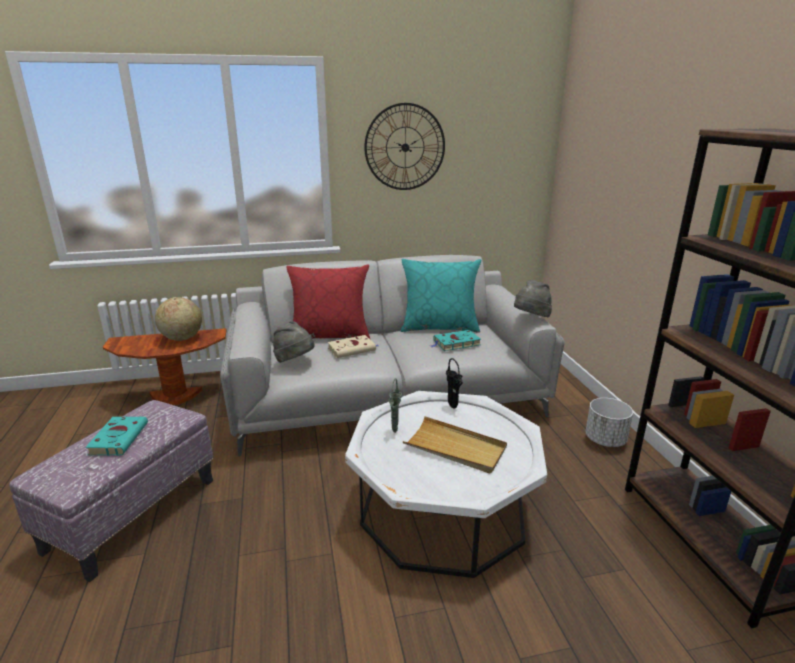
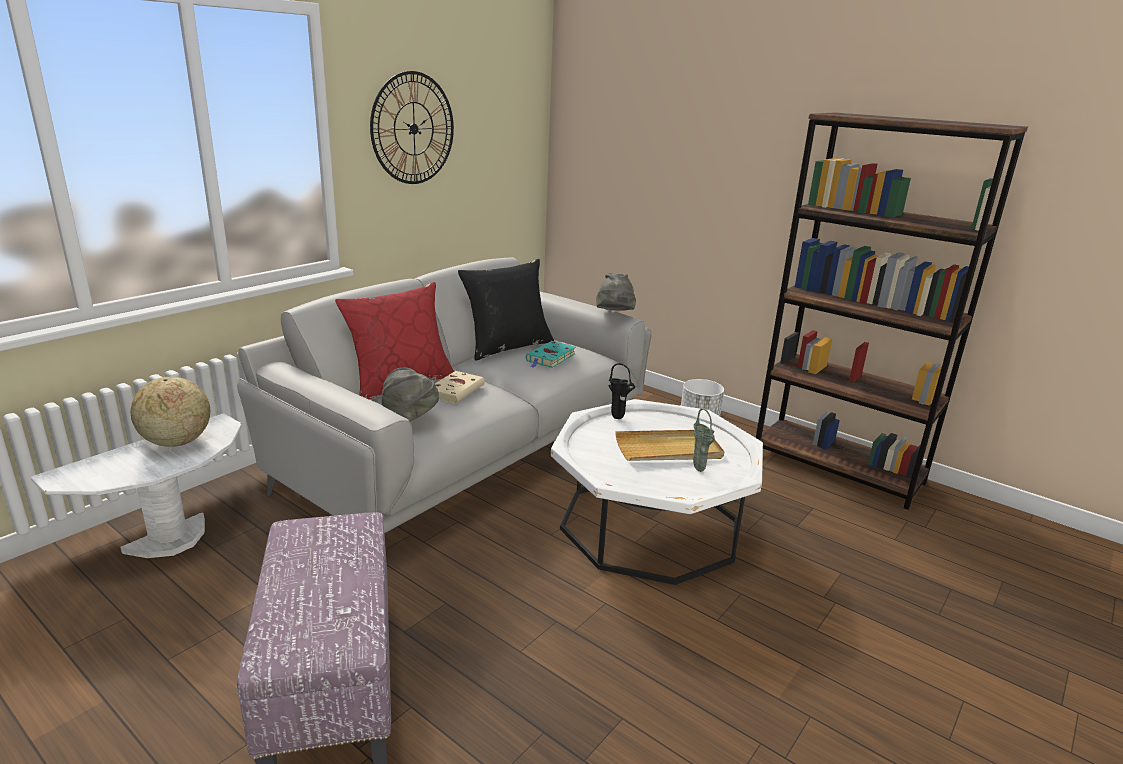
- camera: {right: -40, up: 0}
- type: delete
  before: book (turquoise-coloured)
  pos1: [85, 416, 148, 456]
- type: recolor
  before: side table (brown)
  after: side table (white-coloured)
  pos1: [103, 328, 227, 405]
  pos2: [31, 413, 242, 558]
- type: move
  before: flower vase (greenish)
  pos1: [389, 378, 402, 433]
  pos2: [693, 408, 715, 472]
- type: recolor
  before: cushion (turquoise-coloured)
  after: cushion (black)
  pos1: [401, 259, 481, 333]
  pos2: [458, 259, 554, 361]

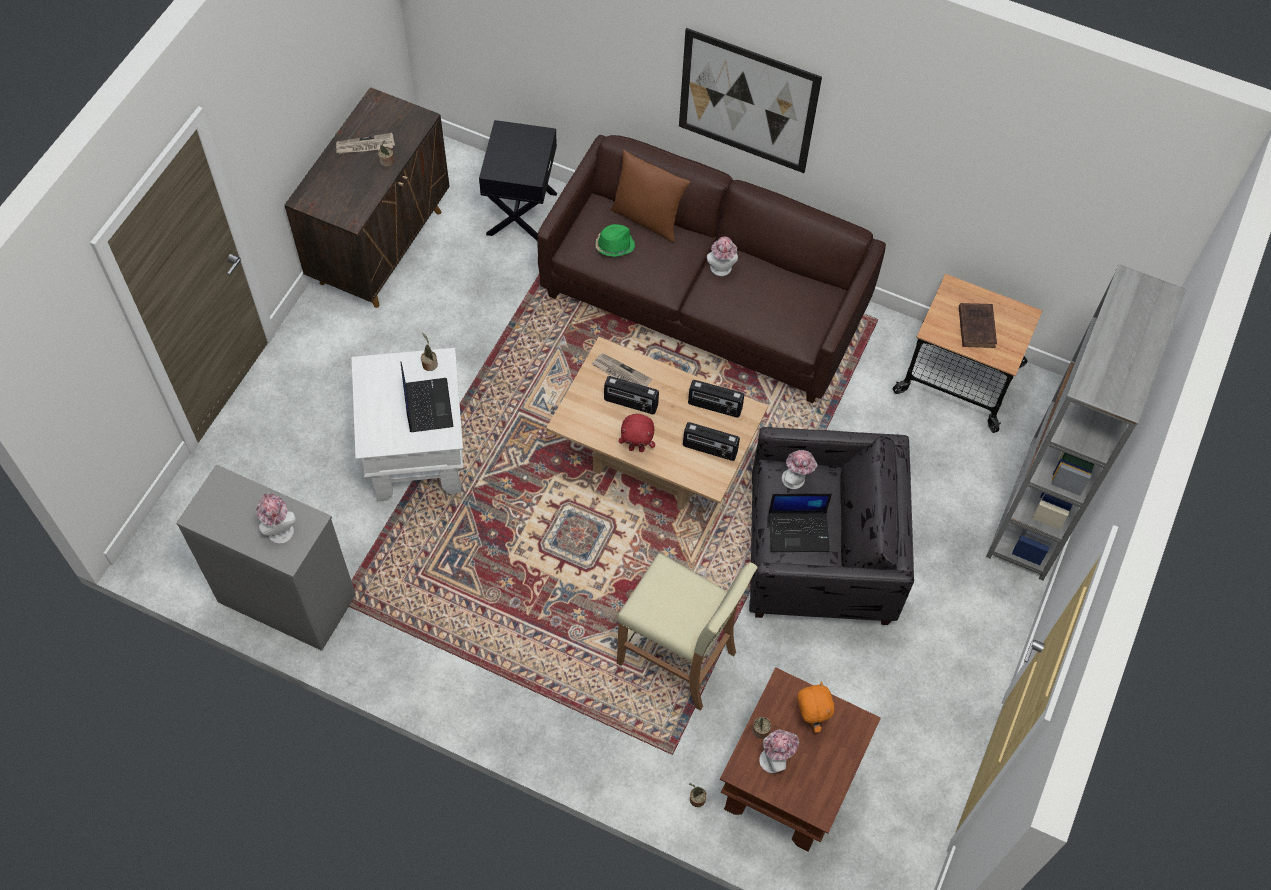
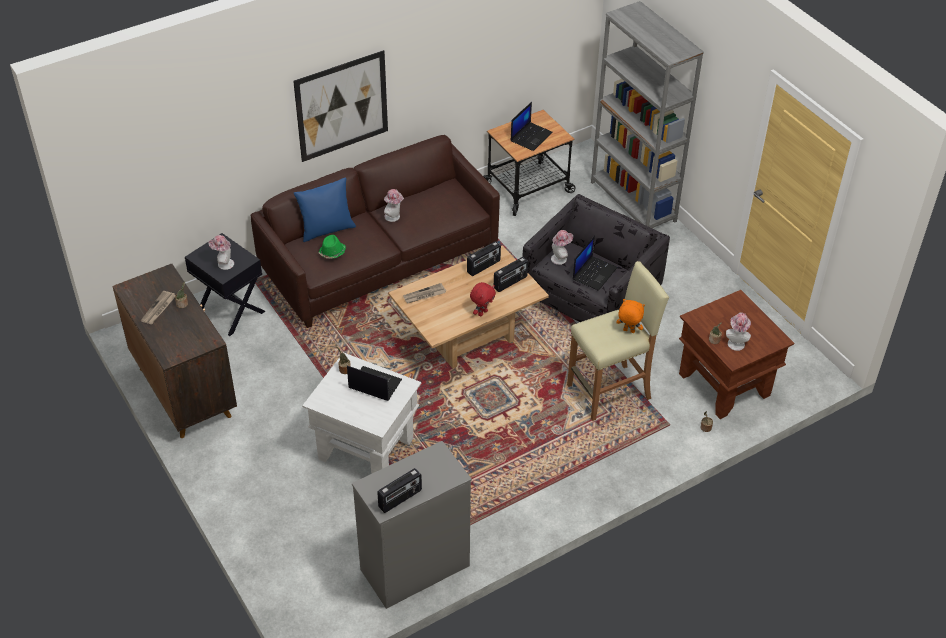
- camera: {right: -55, up: -15}
- type: move
  before: hat
  pos1: [256, 493, 296, 544]
  pos2: [208, 235, 234, 270]
- type: move
  before: radio receiver
  pos1: [604, 376, 659, 414]
  pos2: [377, 468, 422, 513]
- type: recolor
  before: cushion (brown)
  after: cushion (blue-coloured)
  pos1: [610, 149, 690, 243]
  pos2: [294, 177, 356, 242]
- type: move
  before: soft toy (orangey)
  pos1: [797, 682, 834, 733]
  pos2: [616, 299, 645, 333]
- type: replace
  before: book (brown)
  after: laptop
  pos1: [959, 303, 997, 348]
  pos2: [511, 102, 553, 151]

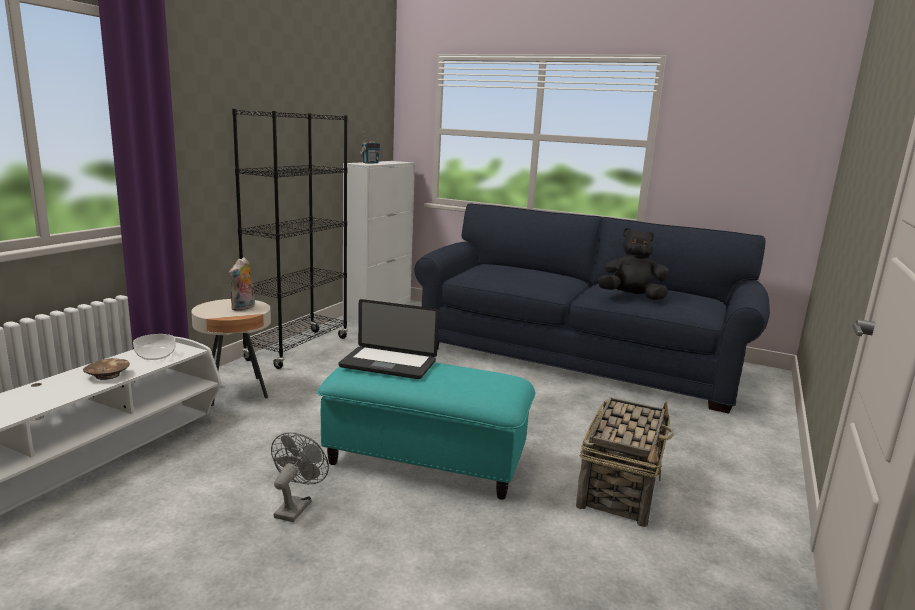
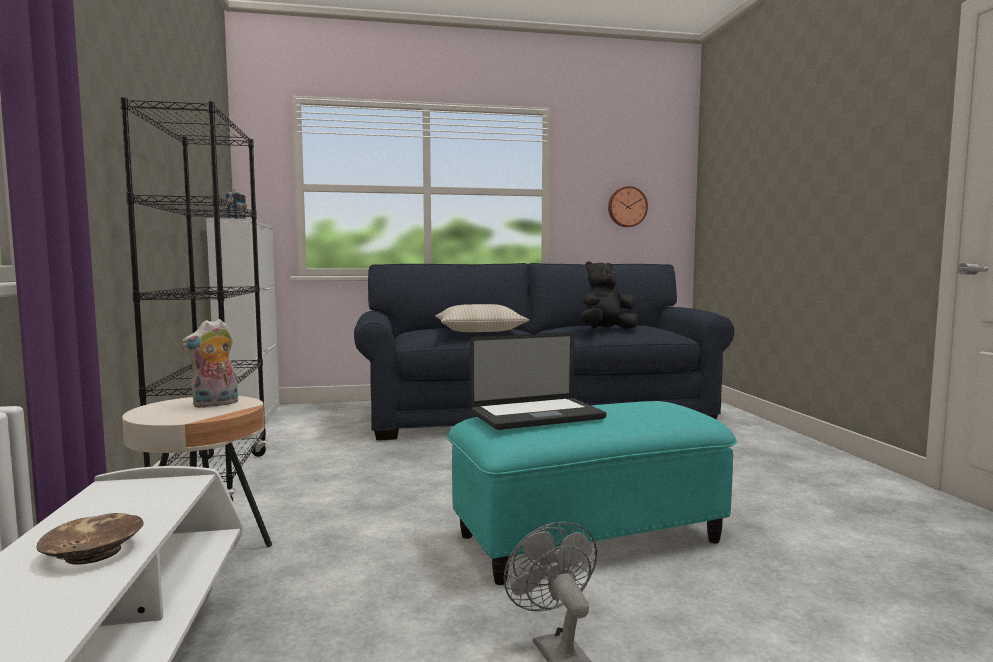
- camera: {right: -35, up: -10}
- type: delete
  before: deep dish
  pos1: [133, 334, 176, 360]
- type: rotate
  before: soft toy
  pos1: [229, 257, 255, 311]
  pos2: [181, 319, 238, 408]
  turn: 60
- type: delete
  before: basket
  pos1: [576, 397, 674, 527]
- type: insert
  after: cushion (beige-coloured)
  pos2: [435, 304, 529, 332]
- type: insert
  after: clock on the wall
  pos2: [608, 186, 648, 227]

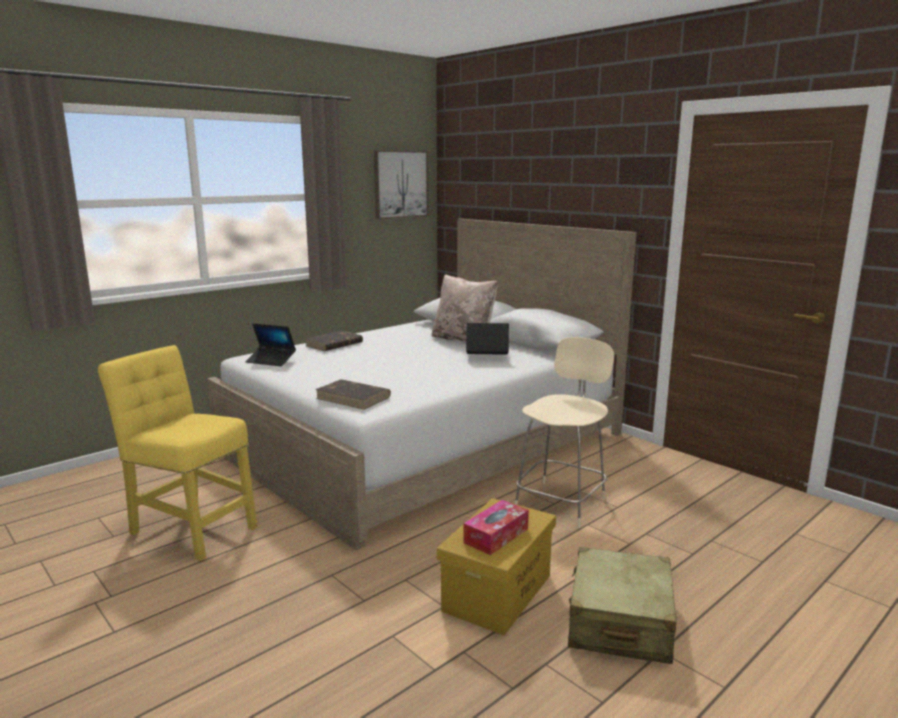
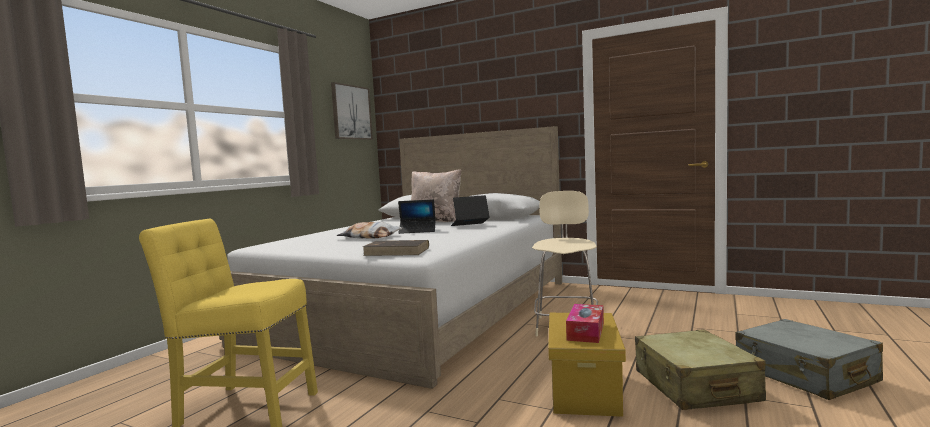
- camera: {right: -20, up: -10}
- type: move
  before: laptop
  pos1: [246, 323, 296, 366]
  pos2: [398, 199, 436, 234]
- type: delete
  before: book (brown)
  pos1: [306, 331, 363, 351]
- type: insert
  after: cushion
  pos2: [337, 222, 402, 239]
- type: insert
  after: suitcase (greyish)
  pos2: [735, 319, 883, 400]

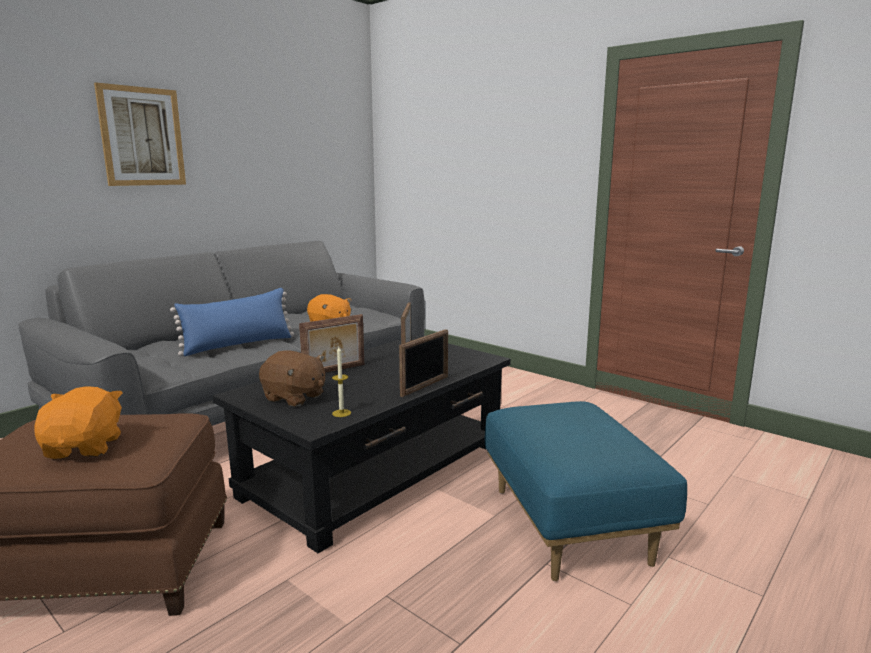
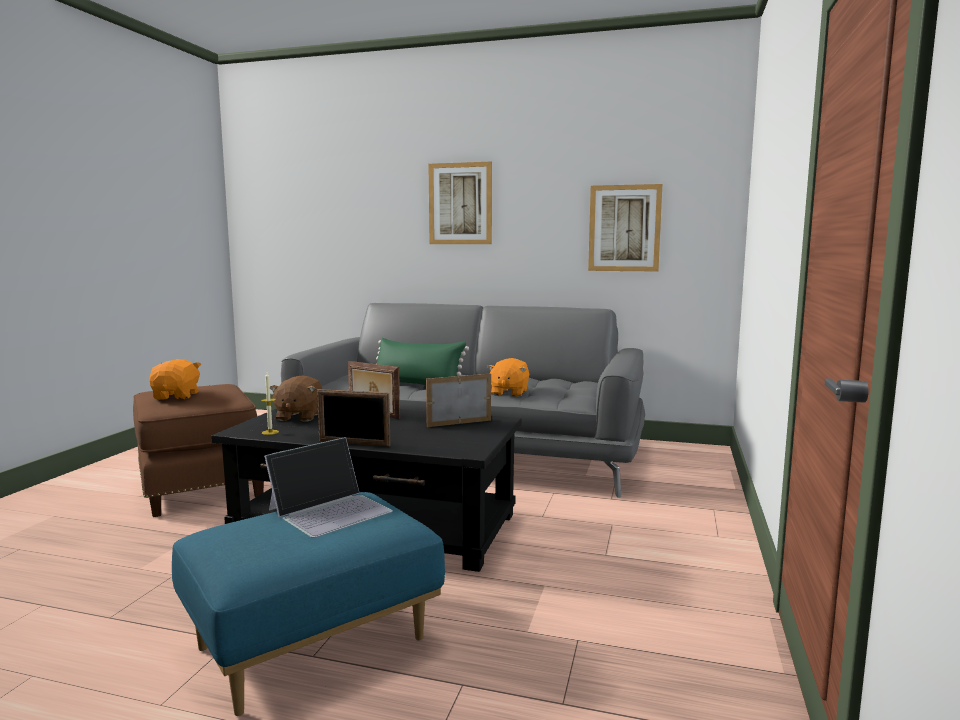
- camera: {right: 65, up: -5}
- type: rotate
  before: soft toy (orangey)
  pos1: [35, 386, 122, 459]
  pos2: [149, 359, 201, 400]
  turn: -60
- type: recolor
  before: cushion (blue-coloured)
  after: cushion (greenish)
  pos1: [170, 288, 294, 356]
  pos2: [376, 338, 469, 385]
- type: insert
  after: laptop
  pos2: [264, 437, 393, 538]
- type: insert
  after: wall art
  pos2: [588, 184, 662, 272]

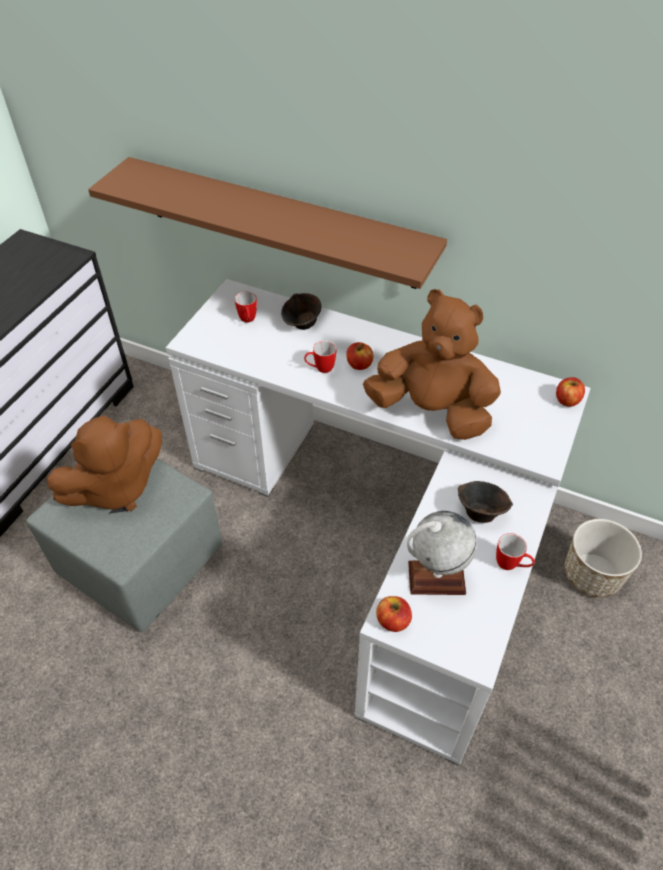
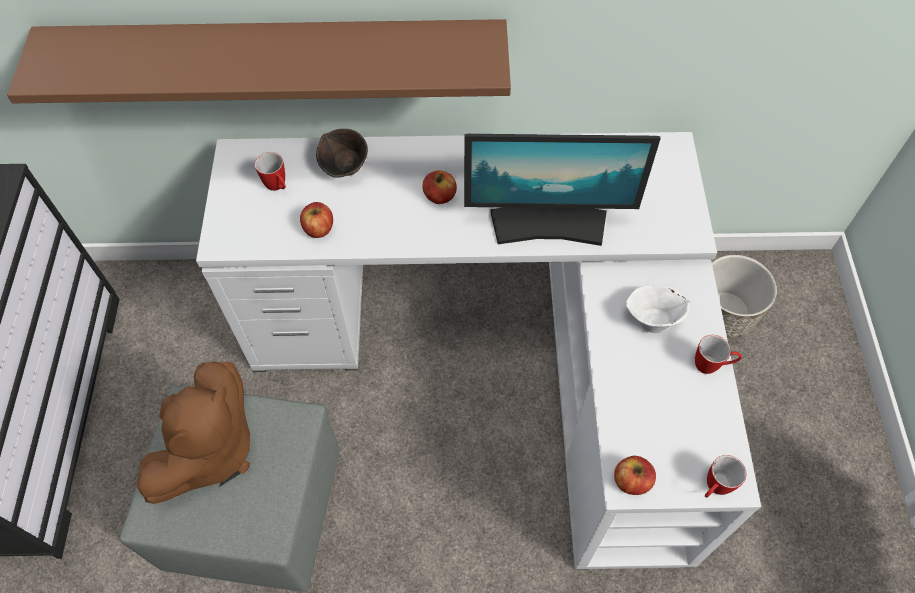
- camera: {right: -25, up: 10}
- type: move
  before: coffee mug
  pos1: [304, 340, 337, 373]
  pos2: [705, 455, 746, 498]
- type: replace
  before: soft toy (brown)
  after: monitor
  pos1: [363, 289, 501, 440]
  pos2: [464, 134, 661, 246]
- type: delete
  before: world globe
  pos1: [407, 511, 477, 595]
- type: recolor
  before: deep dish (brown)
  after: deep dish (white-coloured)
  pos1: [458, 481, 513, 523]
  pos2: [625, 285, 690, 333]
- type: move
  before: apple
  pos1: [556, 377, 585, 407]
  pos2: [300, 202, 333, 238]

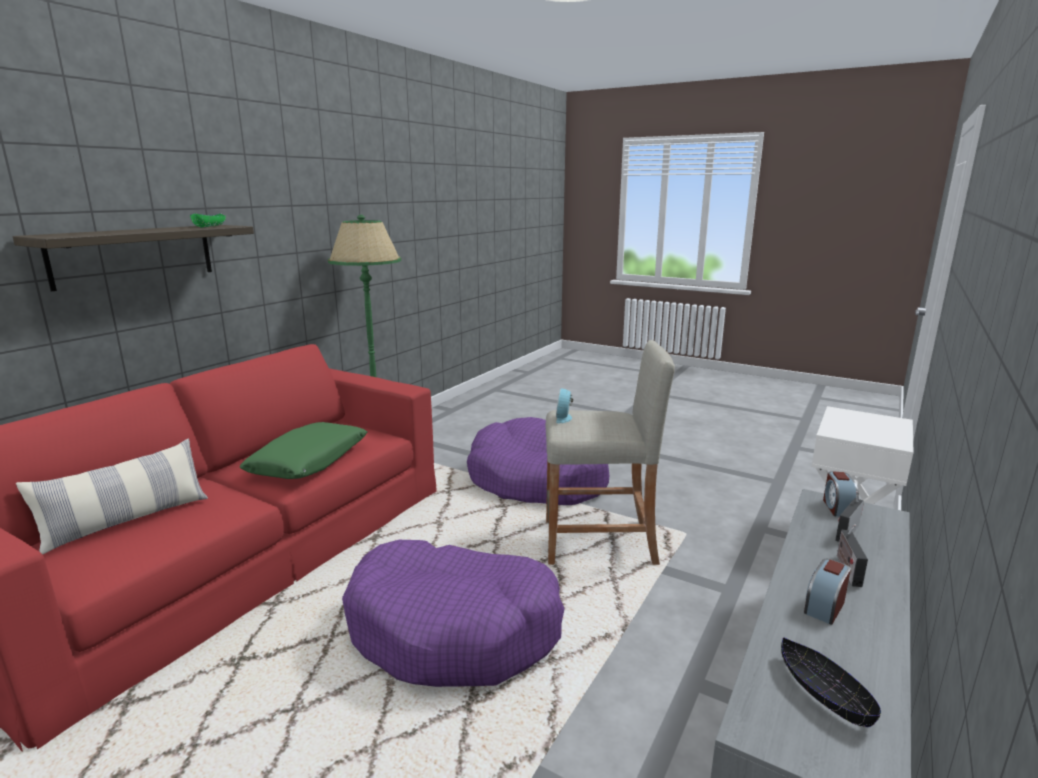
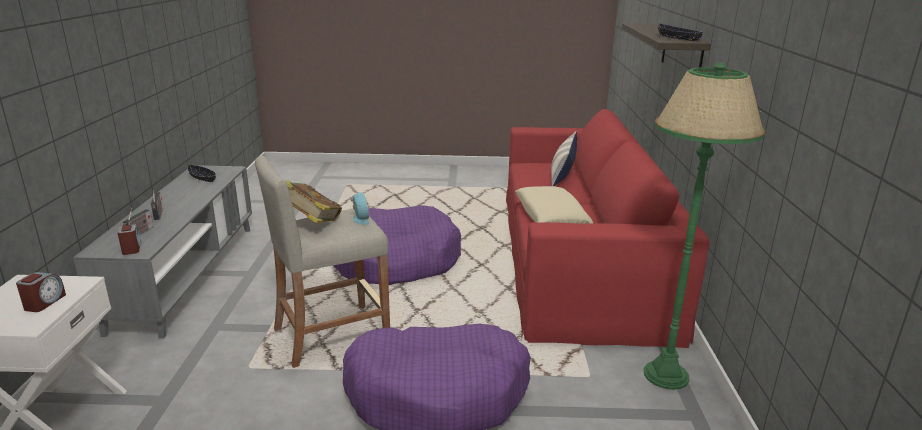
- camera: {right: 150, up: 5}
- type: recolor
  before: deep dish (greenish)
  after: deep dish (black)
  pos1: [190, 213, 226, 228]
  pos2: [658, 23, 703, 41]
- type: recolor
  before: cushion (greenish)
  after: cushion (beige-coloured)
  pos1: [240, 422, 367, 479]
  pos2: [515, 186, 593, 224]
- type: move
  before: bedside clock
  pos1: [804, 559, 851, 625]
  pos2: [16, 272, 66, 312]
- type: insert
  after: book
  pos2: [284, 180, 342, 223]

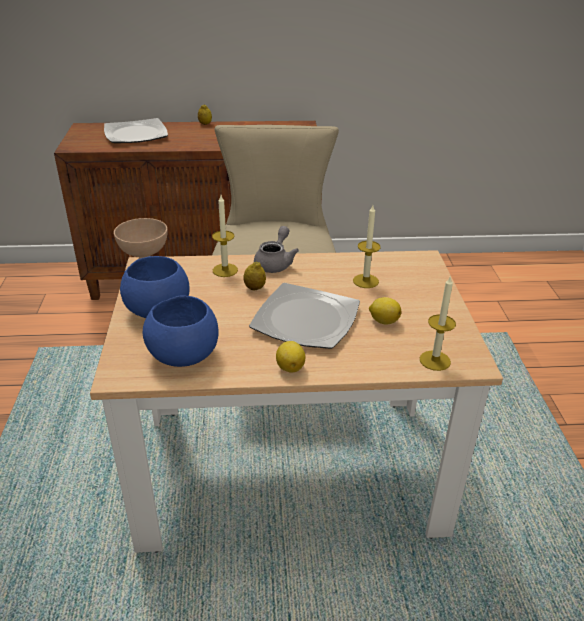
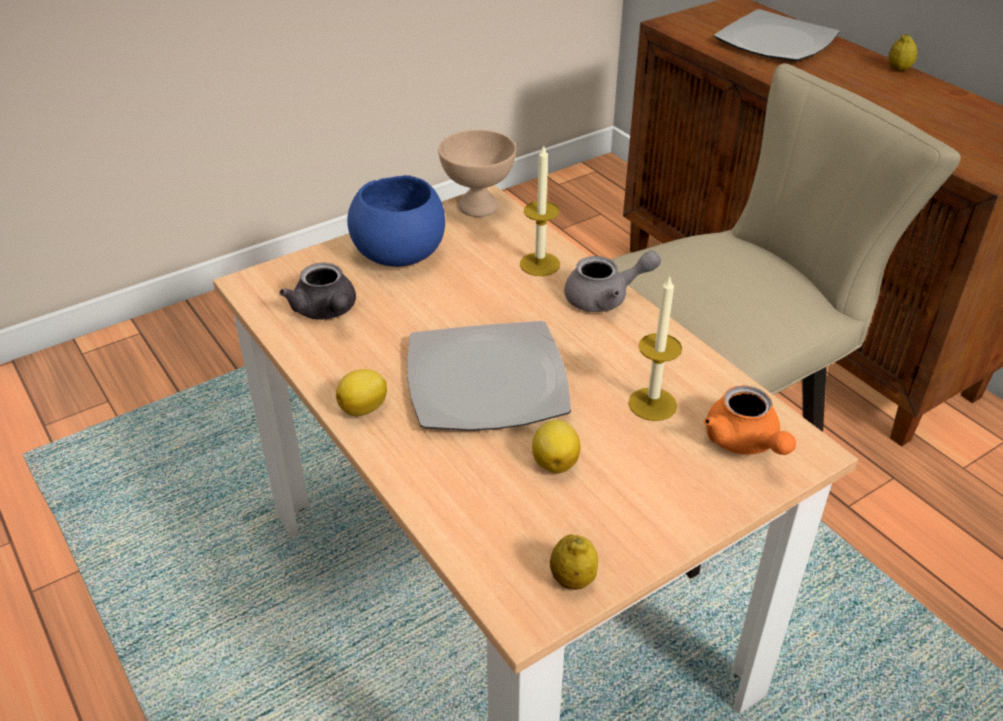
- camera: {right: 60, up: 5}
- type: replace
  before: deep dish (blue-coloured)
  after: pot for tea (greyish)
  pos1: [143, 295, 219, 367]
  pos2: [280, 263, 356, 320]
- type: move
  before: lemon
  pos1: [244, 261, 266, 290]
  pos2: [550, 534, 598, 590]
- type: delete
  before: wax light
  pos1: [420, 275, 456, 371]
- type: insert
  after: pot for tea (orangey)
  pos2: [704, 386, 796, 455]

